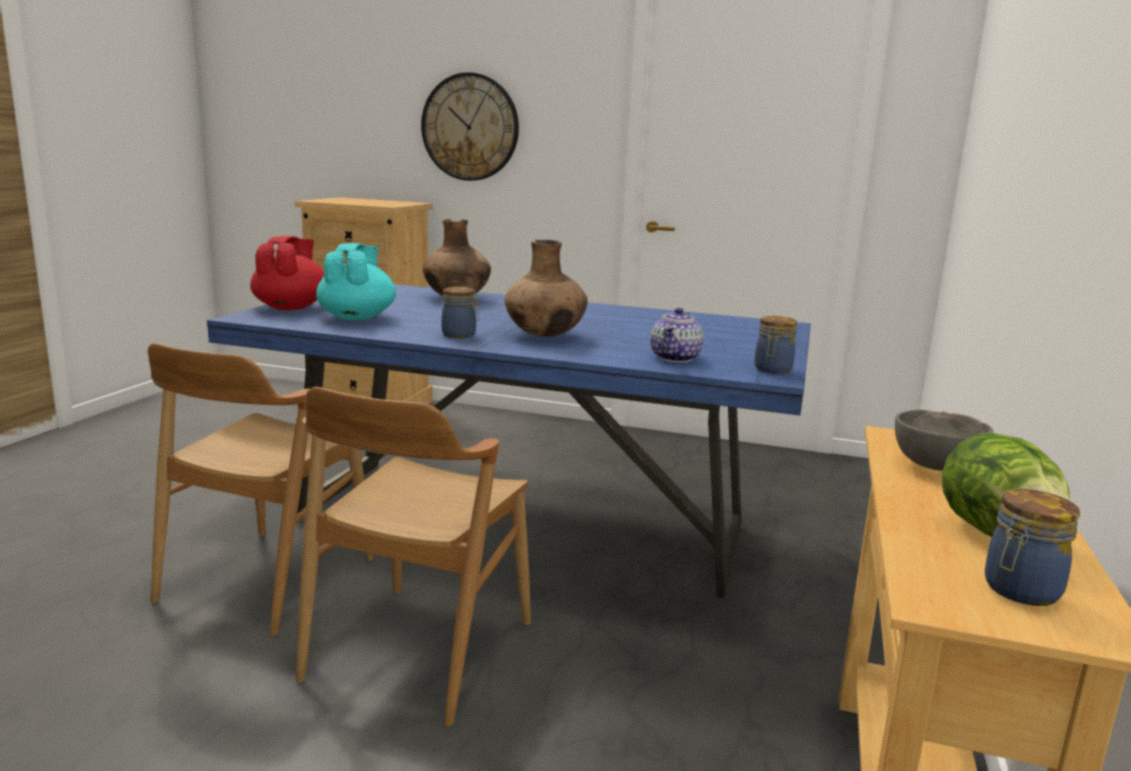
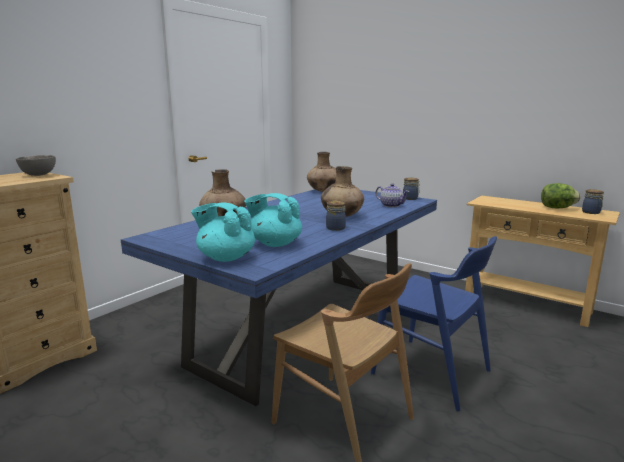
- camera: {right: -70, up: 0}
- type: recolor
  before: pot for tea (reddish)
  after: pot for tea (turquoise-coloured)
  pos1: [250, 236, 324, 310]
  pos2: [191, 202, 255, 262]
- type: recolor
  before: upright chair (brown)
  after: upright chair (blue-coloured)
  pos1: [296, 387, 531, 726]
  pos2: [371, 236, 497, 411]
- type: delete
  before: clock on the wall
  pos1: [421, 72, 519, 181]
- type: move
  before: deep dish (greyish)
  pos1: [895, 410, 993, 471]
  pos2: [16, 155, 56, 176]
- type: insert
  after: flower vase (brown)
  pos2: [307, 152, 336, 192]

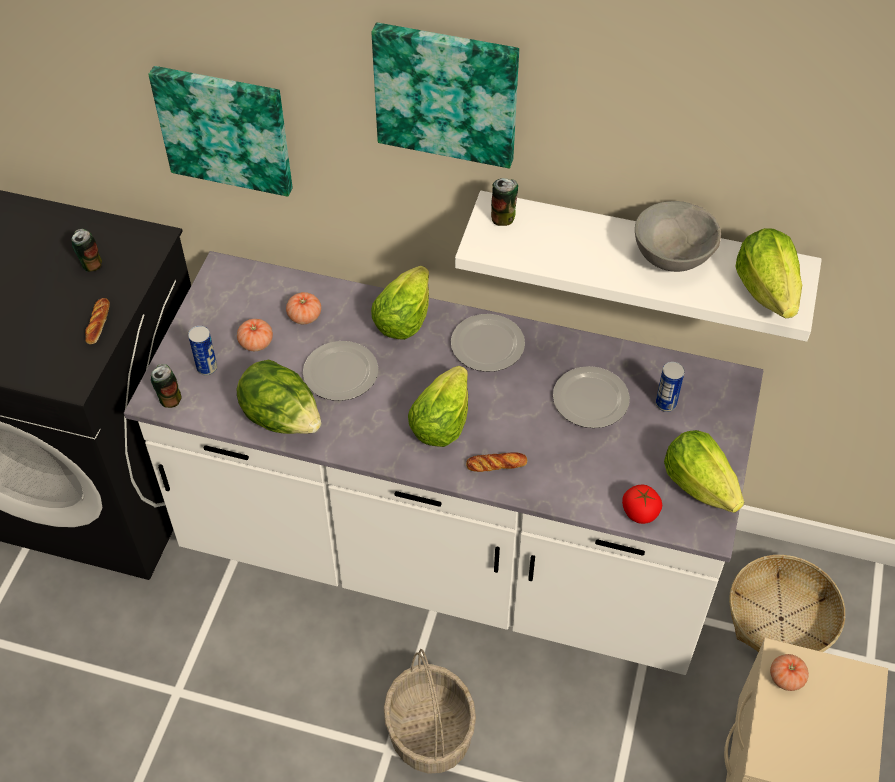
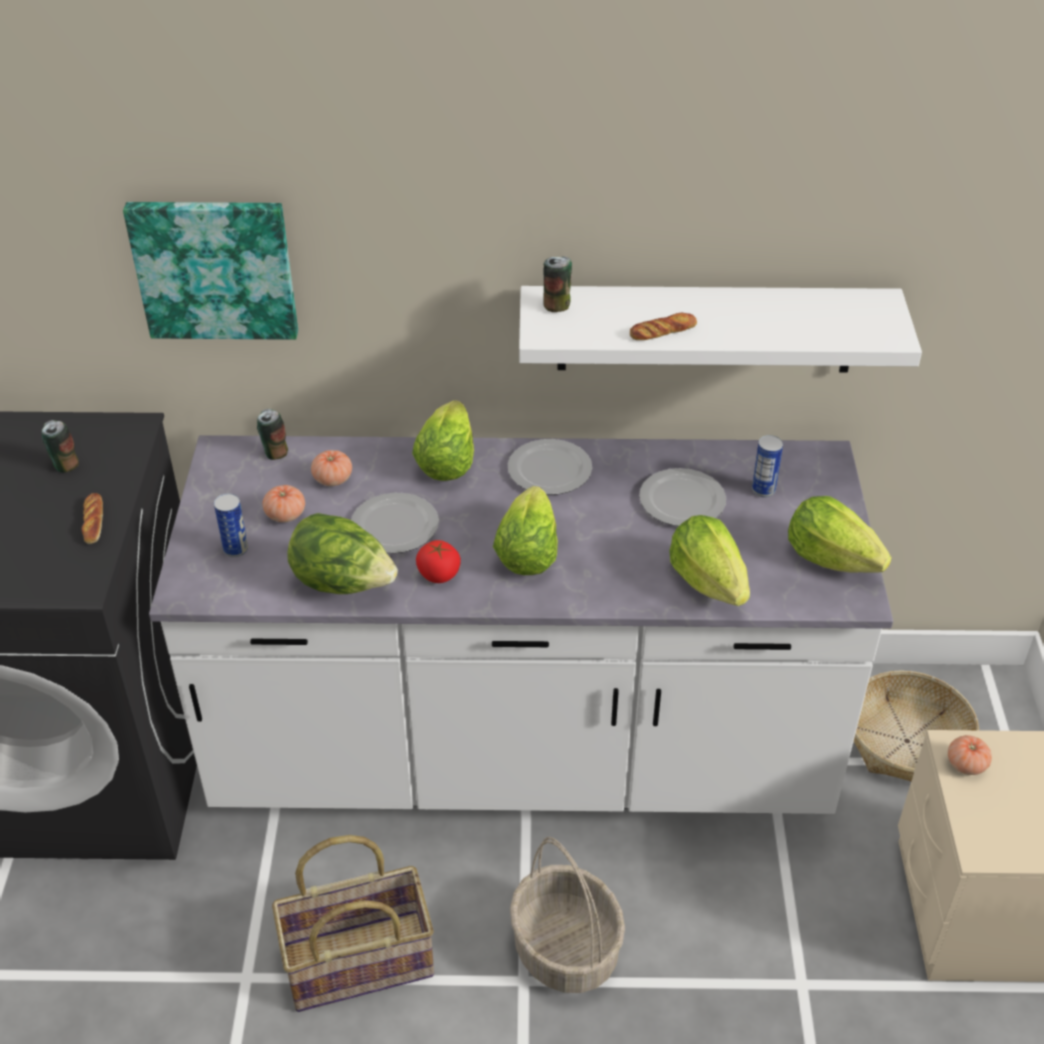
- camera: {right: -15, up: -10}
- type: move
  before: metal can
  pos1: [151, 364, 182, 408]
  pos2: [257, 409, 288, 460]
- type: delete
  before: wall art
  pos1: [371, 22, 519, 168]
- type: move
  before: baked bread
  pos1: [466, 452, 527, 472]
  pos2: [630, 313, 697, 340]
- type: move
  before: tomato
  pos1: [622, 485, 662, 524]
  pos2: [416, 540, 461, 583]
- type: delete
  before: deep dish (greyish)
  pos1: [635, 201, 721, 272]
- type: move
  before: lettuce
  pos1: [735, 228, 802, 318]
  pos2: [669, 515, 750, 606]
- type: insert
  after: basket
  pos2: [272, 835, 434, 1012]

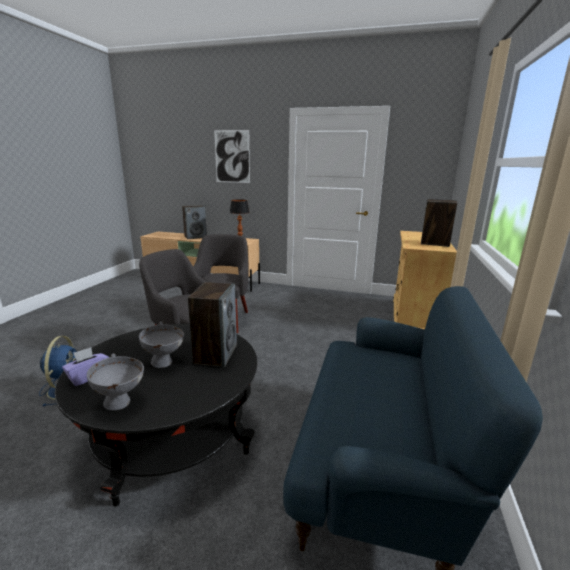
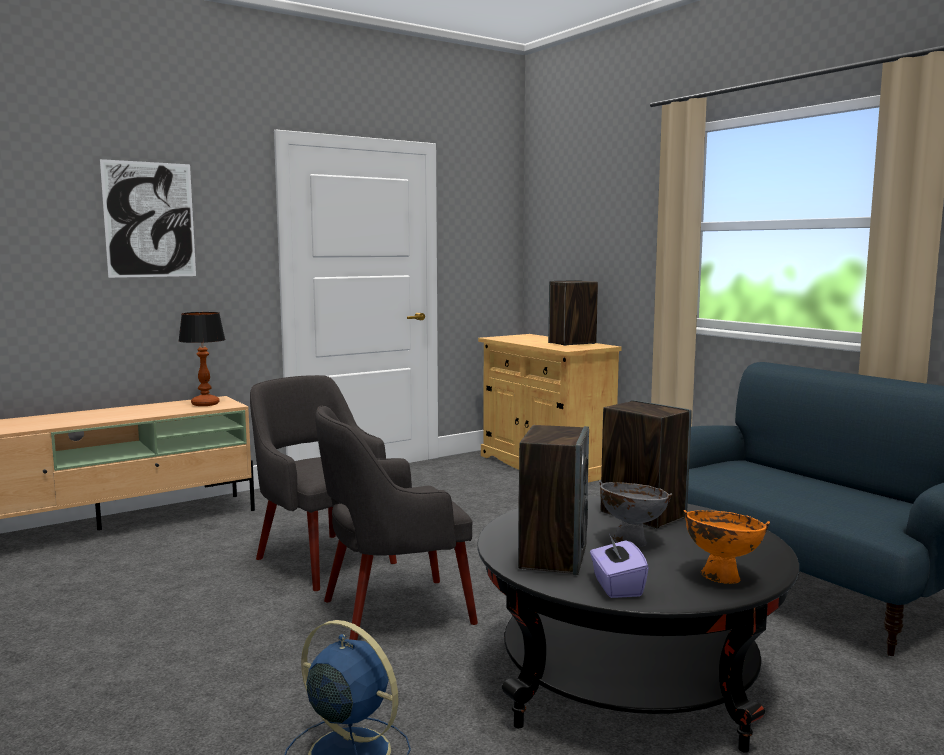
- camera: {right: -50, up: -10}
- type: recolor
  before: deep dish (greyish)
  after: deep dish (orangey)
  pos1: [87, 354, 144, 411]
  pos2: [684, 510, 770, 584]
- type: move
  before: speaker
  pos1: [182, 205, 207, 239]
  pos2: [518, 425, 589, 575]

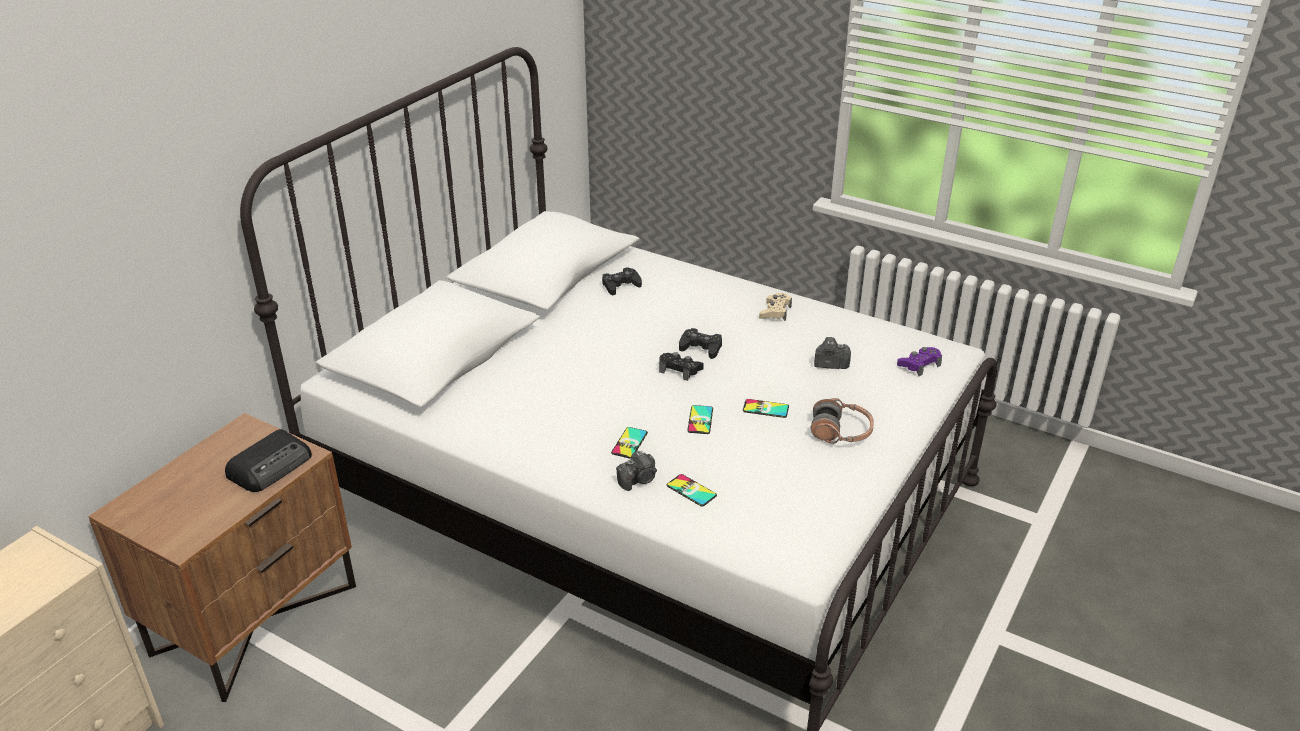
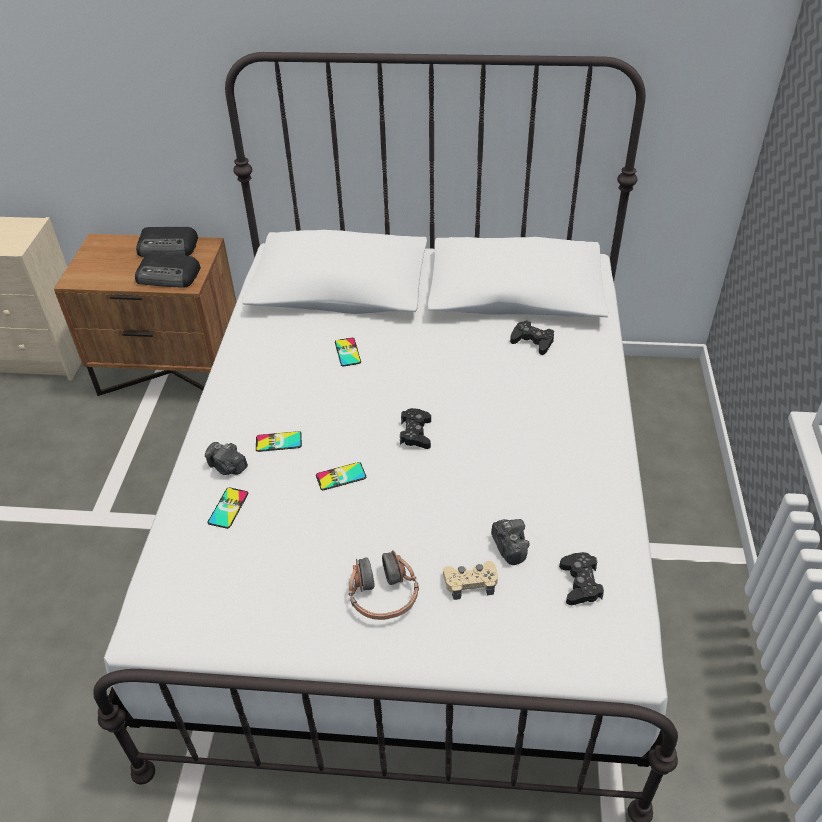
- camera: {right: 65, up: 10}
- type: move
  before: gamepad (black)
  pos1: [679, 328, 722, 359]
  pos2: [559, 552, 604, 605]
- type: move
  before: phone
  pos1: [743, 399, 789, 418]
  pos2: [335, 338, 361, 367]
- type: move
  before: gamepad (beige-coloured)
  pos1: [759, 293, 792, 321]
  pos2: [443, 561, 498, 600]
- type: delete
  before: gamepad (purple)
  pos1: [897, 347, 942, 376]
- type: insert
  after: radio receiver
  pos2: [136, 227, 198, 257]

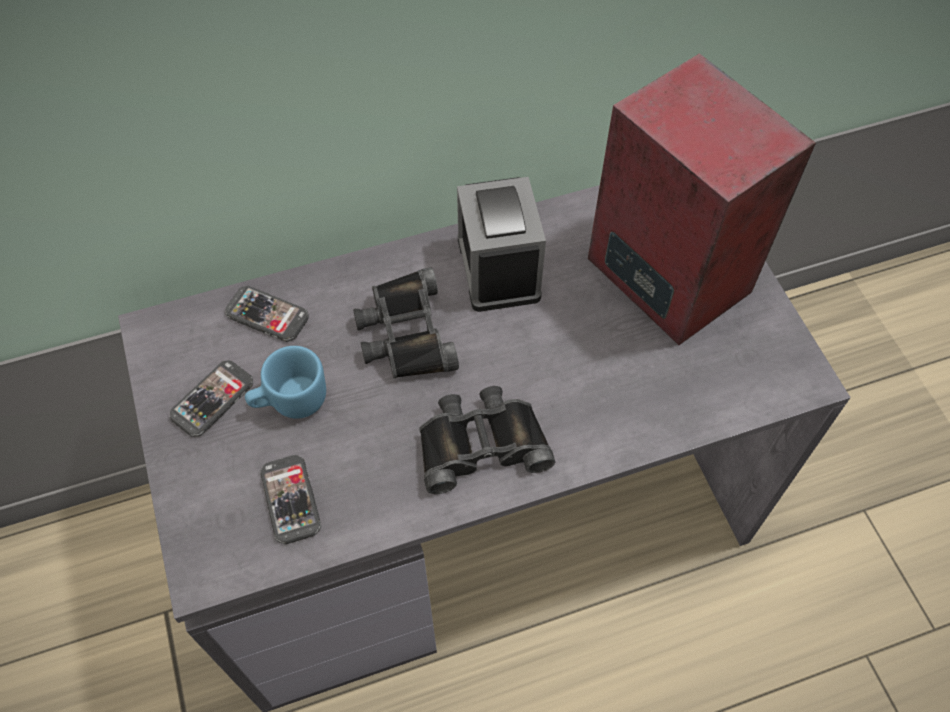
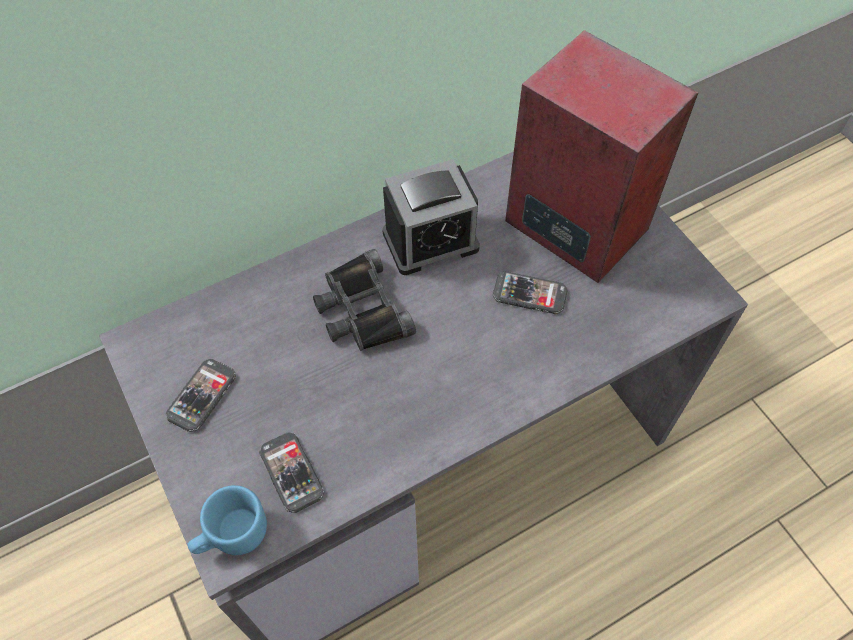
- camera: {right: -10, up: 0}
- type: move
  before: phone
  pos1: [225, 286, 309, 342]
  pos2: [493, 271, 568, 314]
- type: move
  before: coffee mug (blue-coloured)
  pos1: [245, 346, 326, 419]
  pos2: [187, 485, 267, 555]
- type: delete
  before: field glasses (black)
  pos1: [419, 386, 555, 494]
- type: rotate
  before: bedside clock
  pos1: [457, 177, 546, 312]
  pos2: [382, 159, 480, 275]
  turn: -90

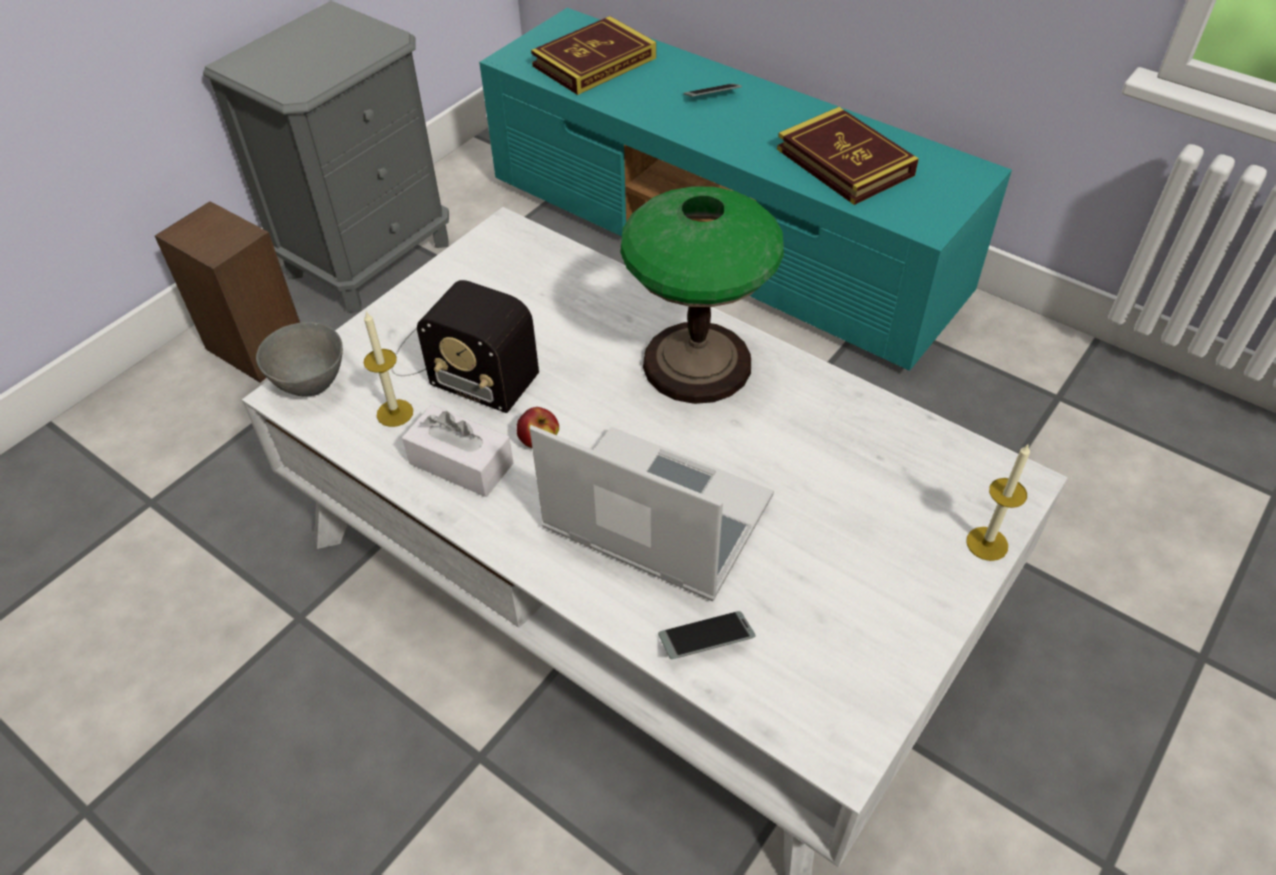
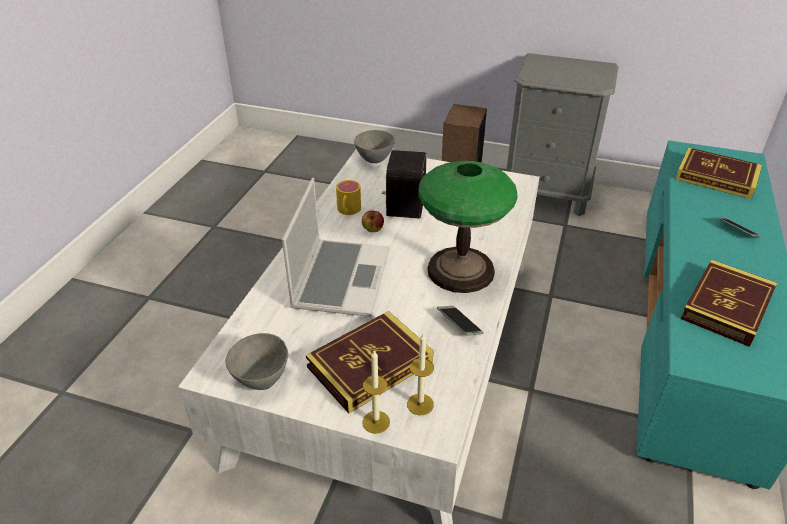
- camera: {right: 70, up: -10}
- type: move
  before: wax light
  pos1: [364, 311, 413, 427]
  pos2: [407, 333, 434, 415]
- type: replace
  before: tissue holder (white-coloured)
  after: coffee mug (yellow-coloured)
  pos1: [402, 405, 514, 497]
  pos2: [336, 180, 361, 215]
- type: move
  before: phone
  pos1: [658, 611, 755, 659]
  pos2: [437, 306, 484, 336]
- type: insert
  after: deep dish (greyish)
  pos2: [225, 333, 288, 390]
- type: insert
  after: book
  pos2: [306, 311, 433, 413]

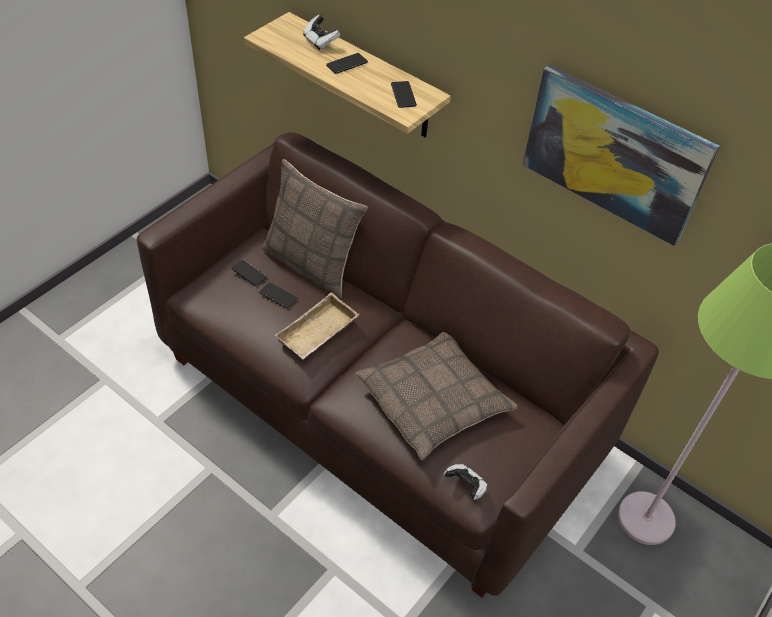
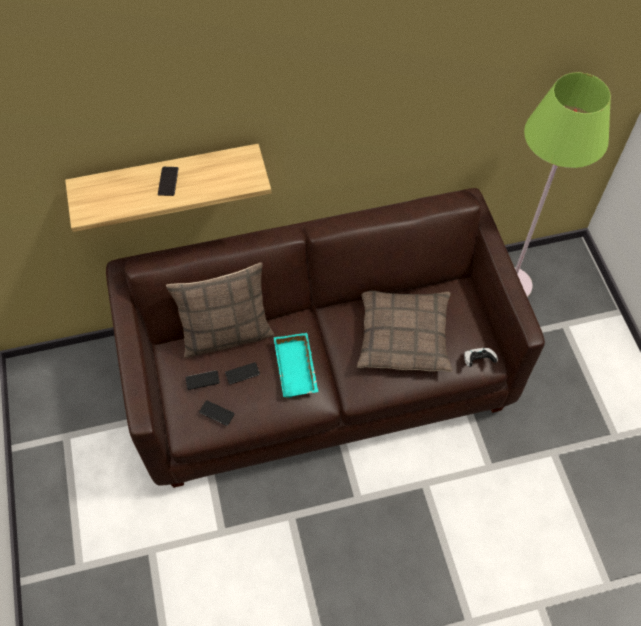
- camera: {right: -50, up: 10}
- type: recolor
  before: tray (beige-coloured)
  after: tray (turquoise-coloured)
  pos1: [275, 292, 359, 360]
  pos2: [274, 333, 319, 398]
- type: delete
  before: gamepad
  pos1: [303, 15, 340, 50]
- type: move
  before: phone
  pos1: [391, 81, 417, 108]
  pos2: [199, 400, 234, 426]
- type: delete
  before: wall art
  pos1: [523, 65, 720, 246]

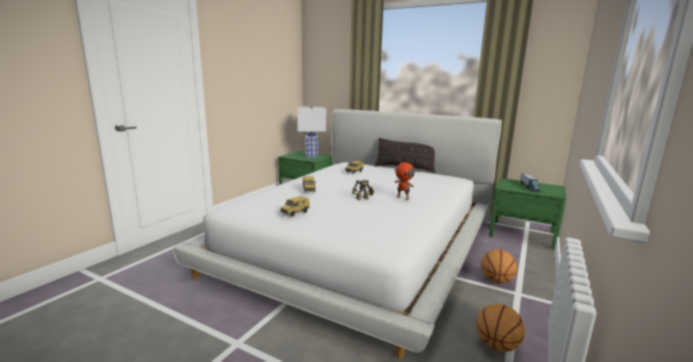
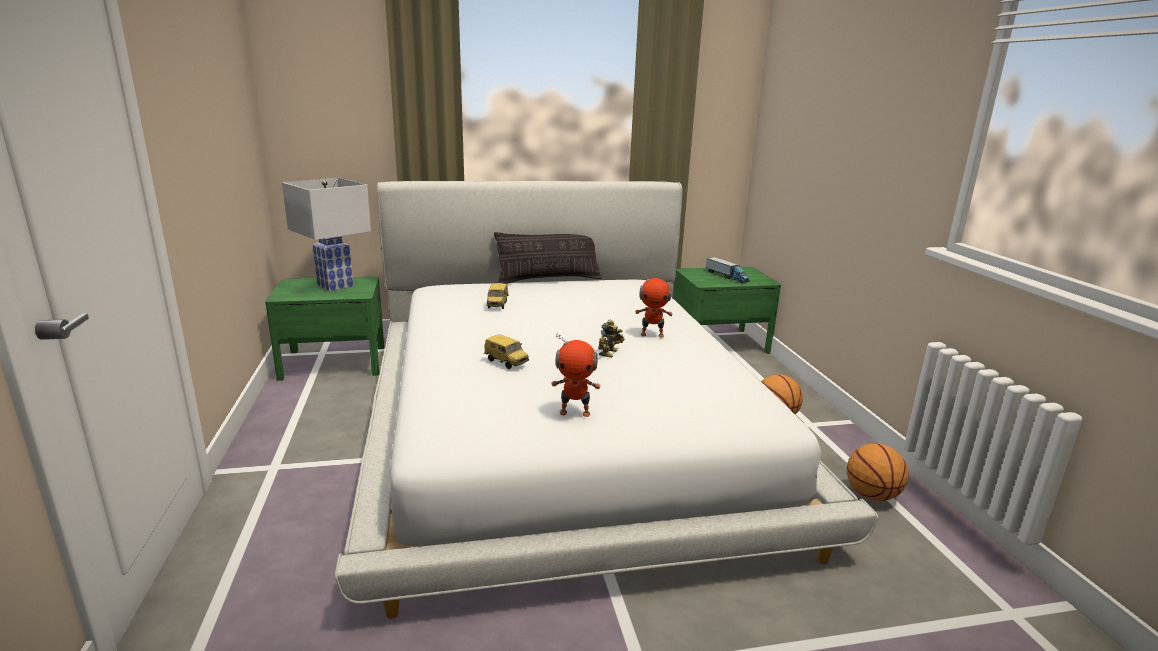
- camera: {right: -40, up: 5}
- type: replace
  before: model car
  after: model robot
  pos1: [281, 196, 310, 217]
  pos2: [551, 333, 601, 417]

